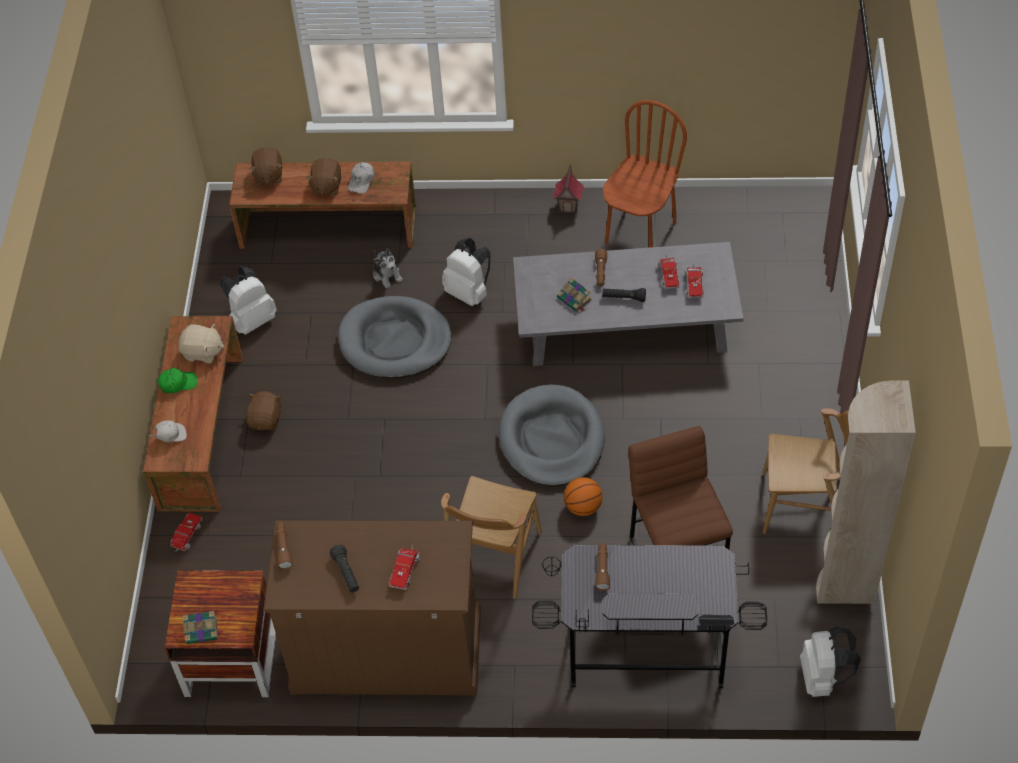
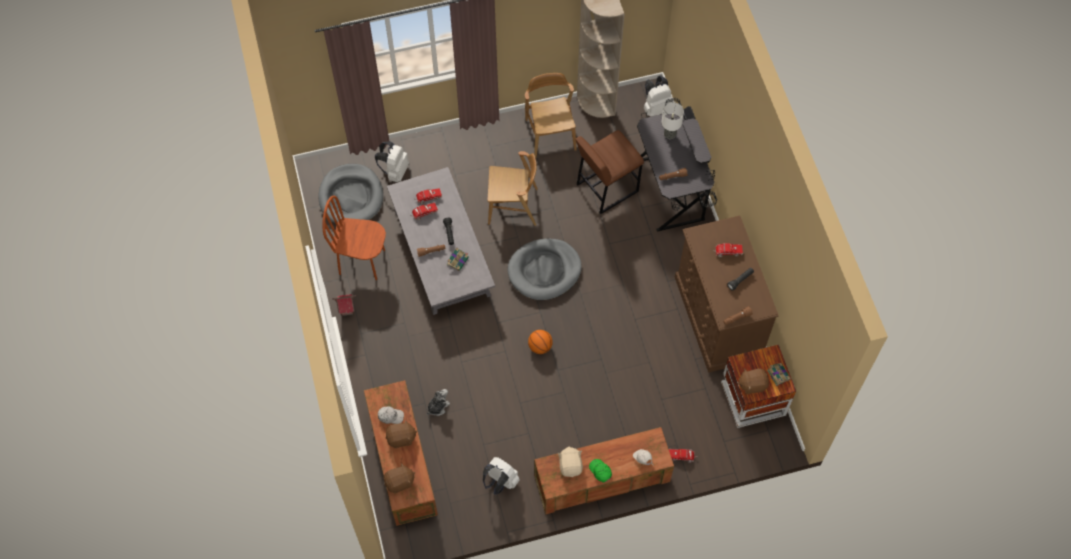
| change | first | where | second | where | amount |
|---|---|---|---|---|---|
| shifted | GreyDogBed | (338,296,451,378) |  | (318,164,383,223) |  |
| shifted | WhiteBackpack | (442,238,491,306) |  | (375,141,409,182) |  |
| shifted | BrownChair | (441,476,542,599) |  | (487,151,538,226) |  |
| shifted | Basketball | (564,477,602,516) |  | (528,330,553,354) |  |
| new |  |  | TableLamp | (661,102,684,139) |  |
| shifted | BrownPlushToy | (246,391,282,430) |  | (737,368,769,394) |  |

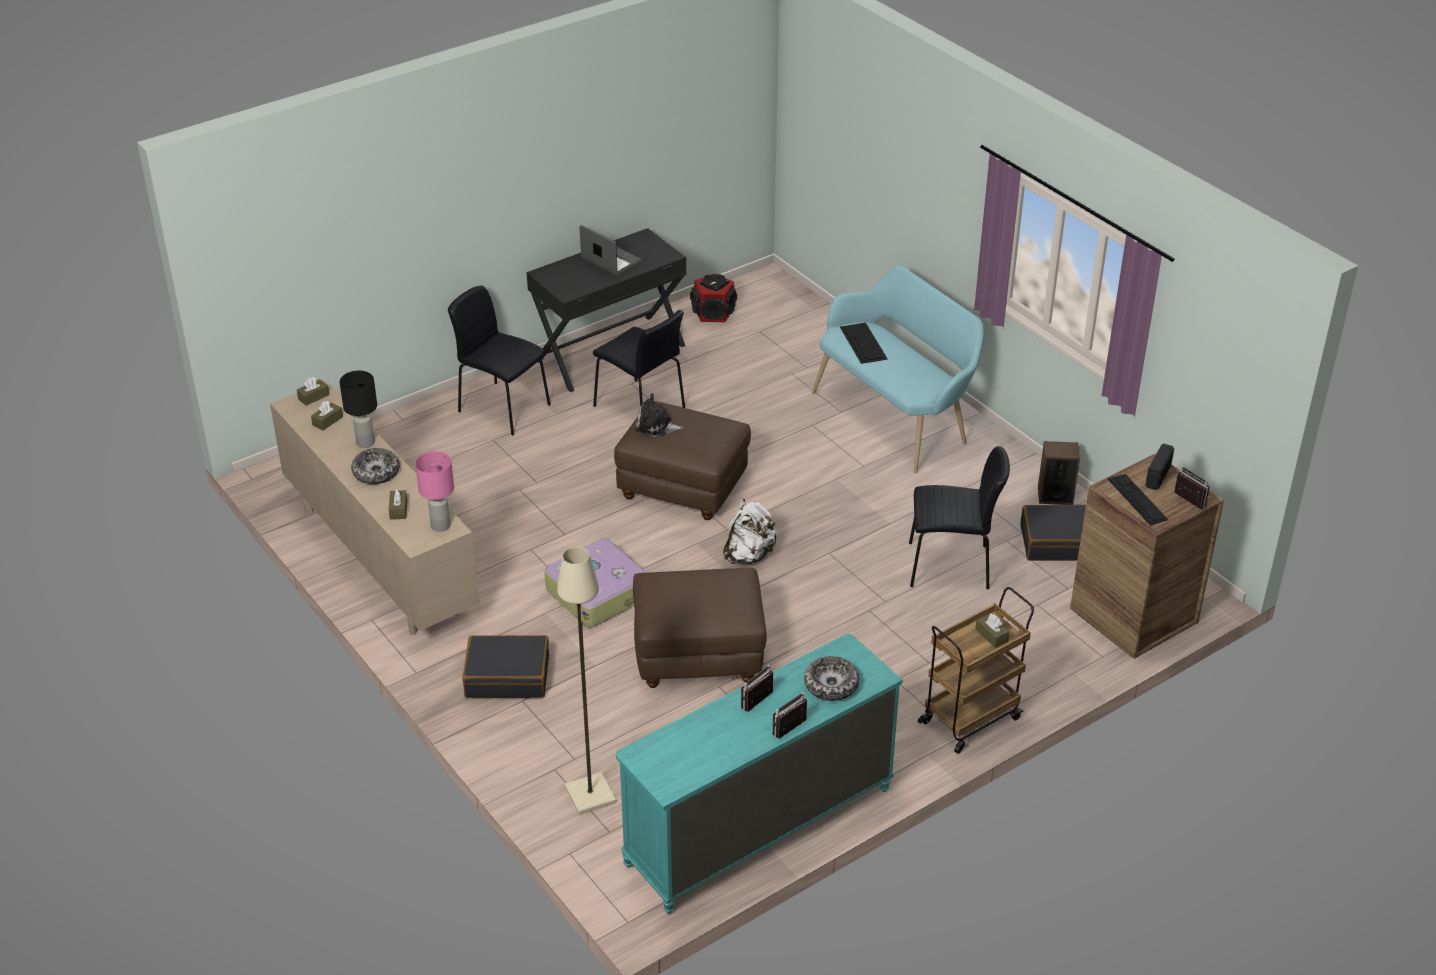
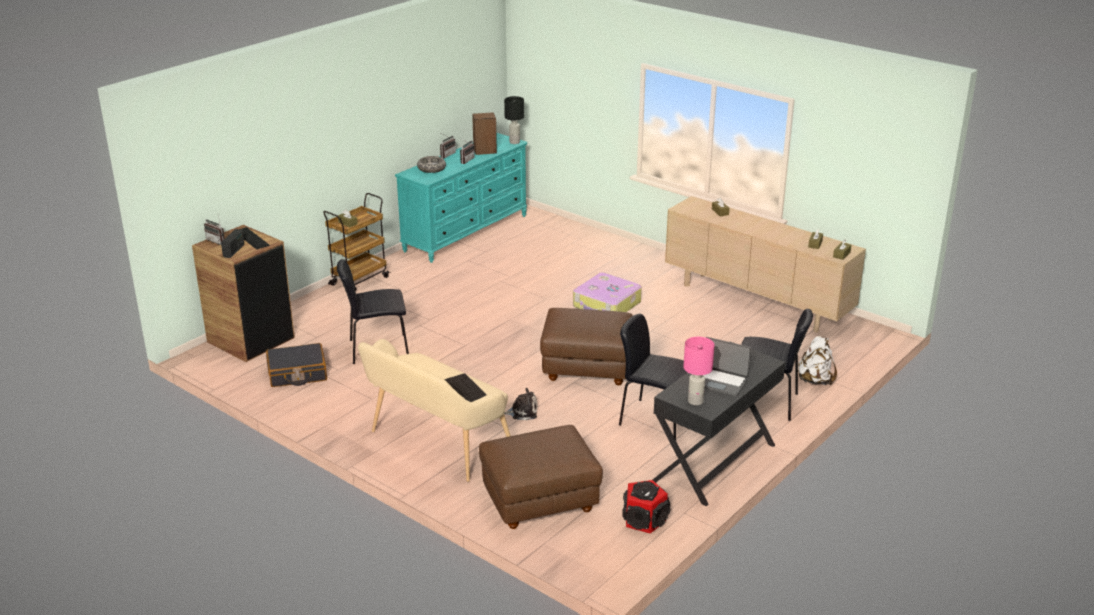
| change | first | where | second | where | amount |
|---|---|---|---|---|---|
| repainted | TurquoiseBench | (812,266,984,473) | BeigeBench | (358,339,511,482) |  |
| shifted | Speaker | (1038,441,1080,505) |  | (472,112,497,155) |  |
| shifted | BrownOttoman | (633,568,767,688) |  | (479,425,603,529) |  |
| shifted | BlackTableLamp | (340,371,377,448) |  | (504,96,524,144) |  |
| shifted | PlushToy | (635,393,684,437) |  | (504,388,538,420) |  |
| shifted | PinkTableLamp | (415,451,454,532) |  | (683,337,715,405) |  |
| shifted | WhiteBackpack | (723,498,777,564) |  | (798,336,837,385) |  |
| gone | Bowl | (351,448,400,484) |  |  |  |
| gone | BlackSuitcase | (462,635,549,698) |  |  |  |
| gone | BeigeFloorLamp | (557,547,616,815) |  |  |  |

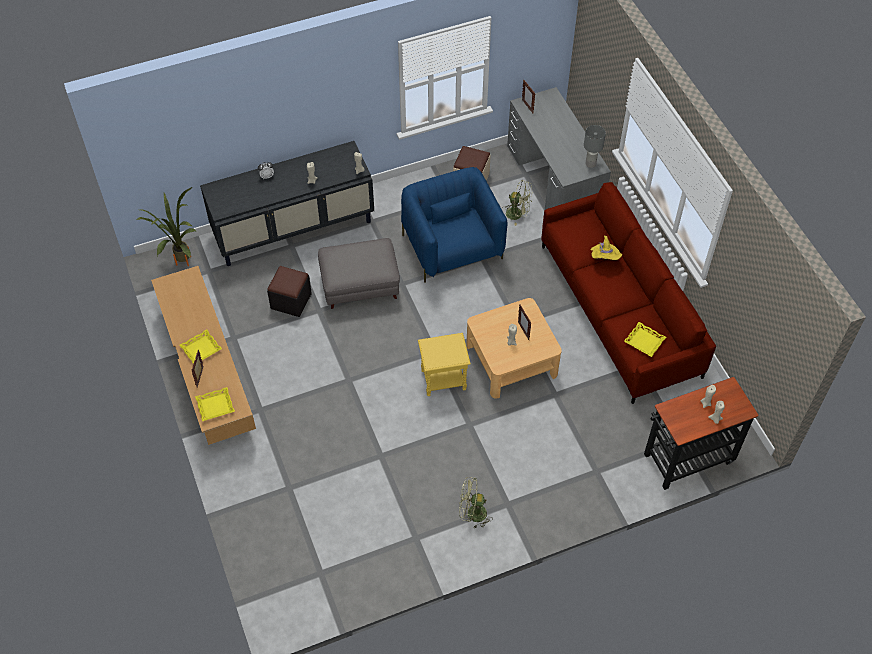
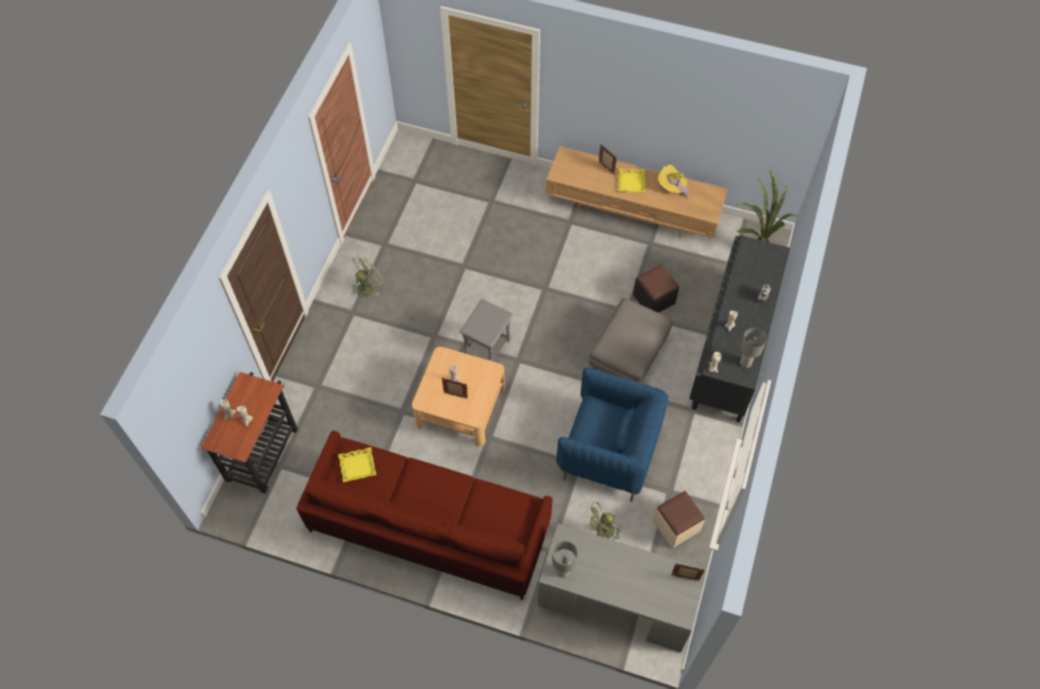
| change | first | where | second | where | amount |
|---|---|---|---|---|---|
| repainted | YellowSideTable | (418,333,471,396) | GreySideTable | (459,299,514,361) |  |
| shifted | YellowHat | (590,235,622,260) |  | (658,165,691,196) |  |
| new |  |  | GreyTableLamp | (740,328,767,368) |  |
| gone | YellowTray | (195,387,235,421) |  |  |  |

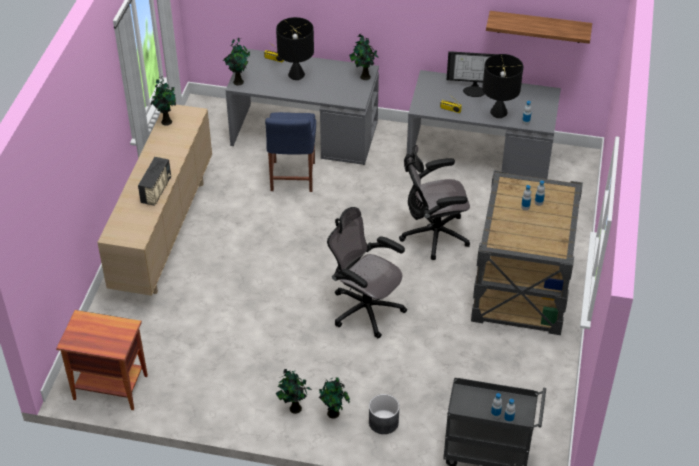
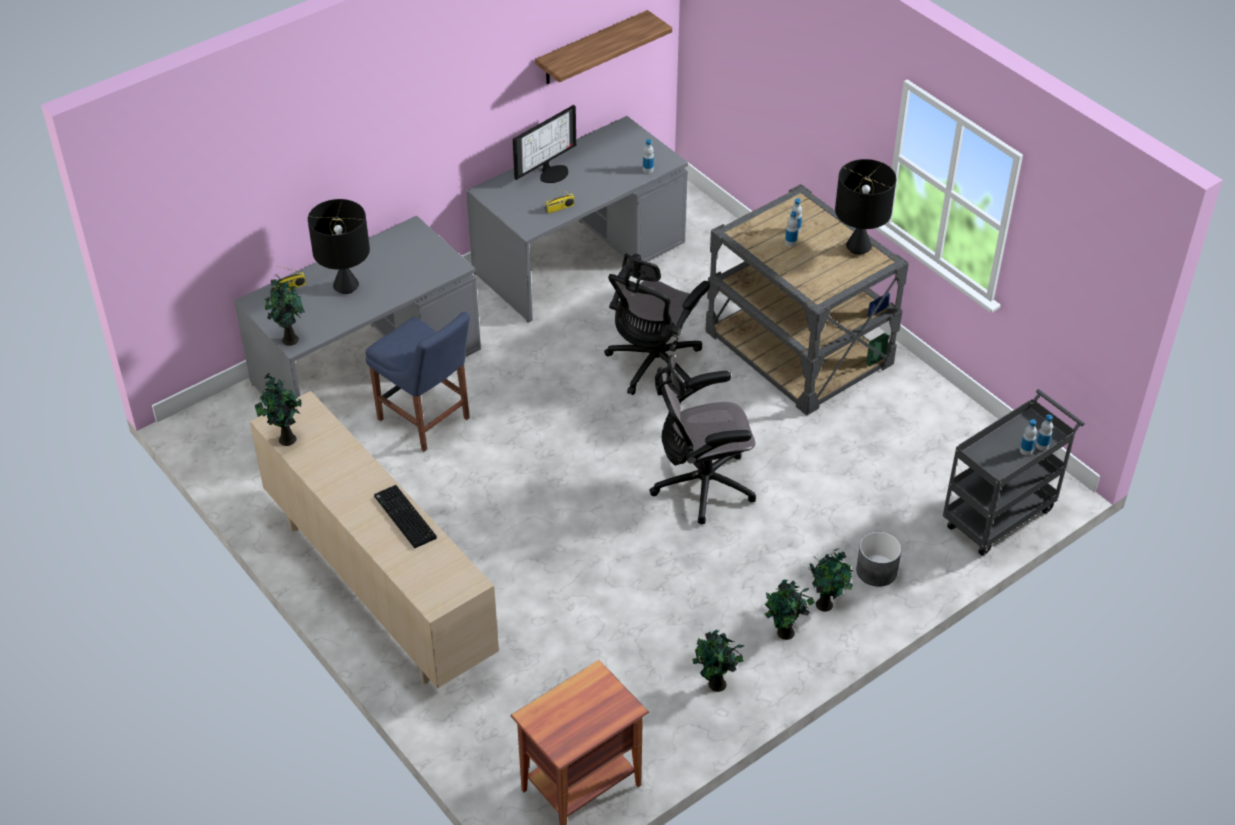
| change | first | where | second | where | amount |
|---|---|---|---|---|---|
| swapped | Radio | (138,157,171,206) | Keyboard | (374,485,437,548) |  |
| shifted | PottedPlant | (349,34,379,80) |  | (692,630,744,692) |  |
| shifted | BlackTableLamp | (482,54,523,118) |  | (835,159,896,255) |  |

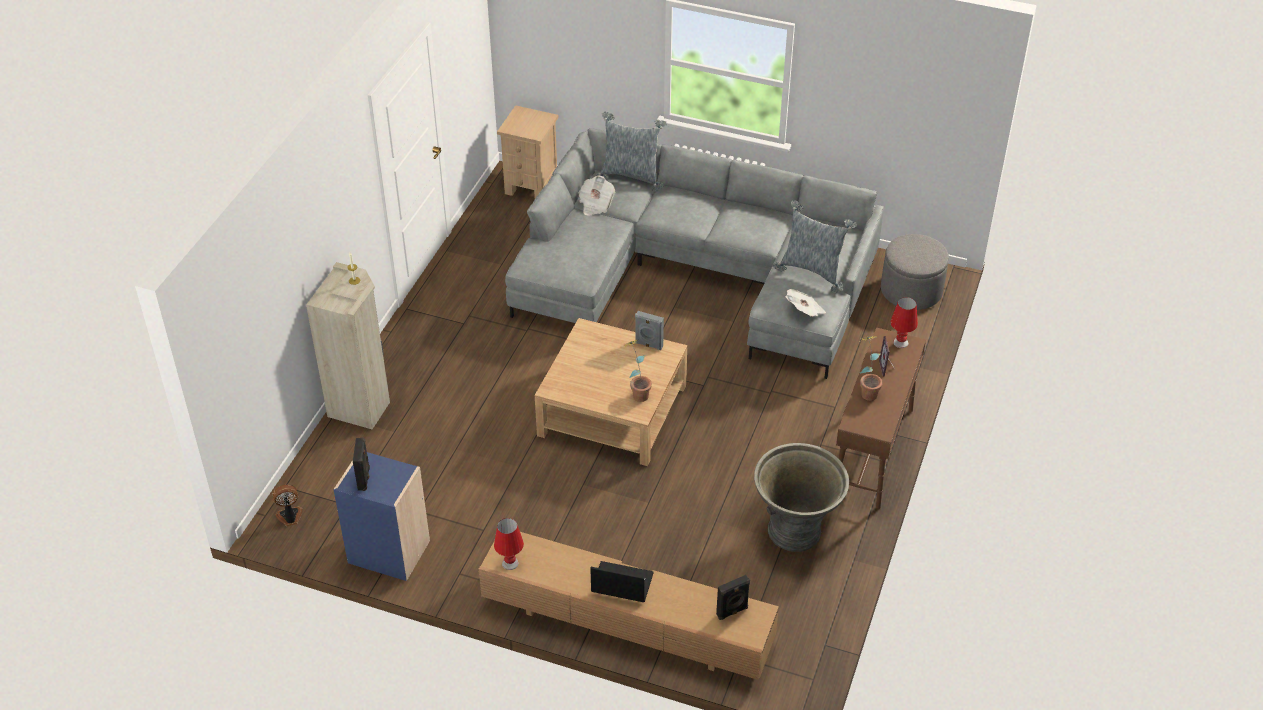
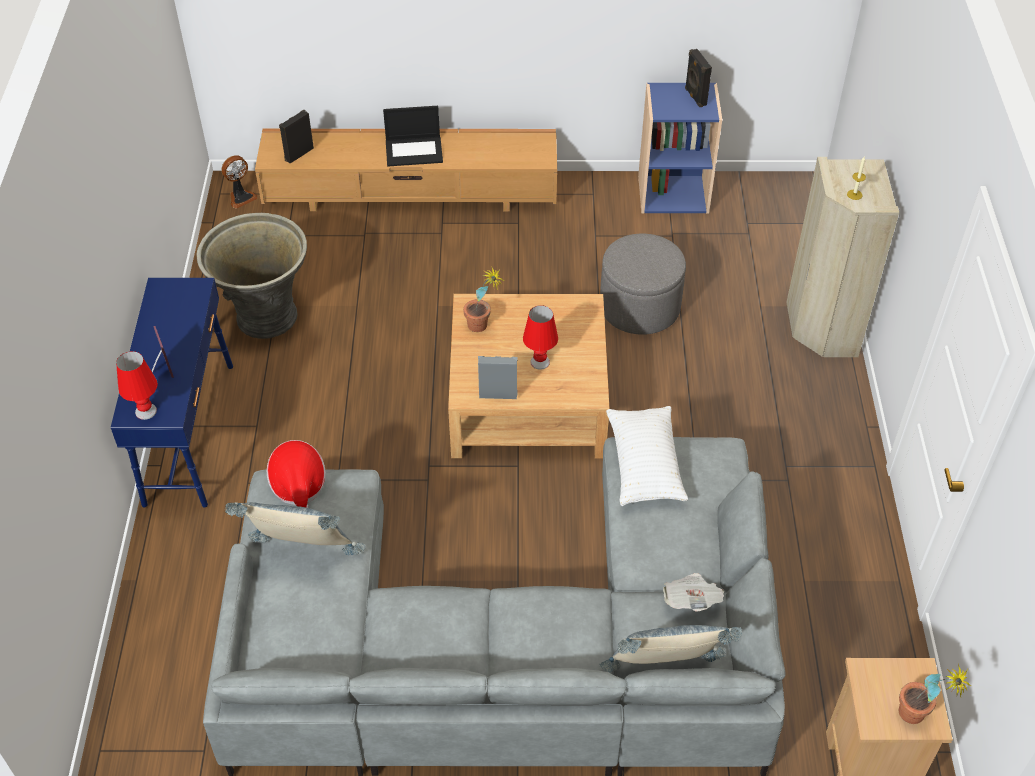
| change | first | where | second | where | amount |
|---|---|---|---|---|---|
| repainted | BrownConsoleTable | (836,328,926,509) | BlueConsoleTable | (111,278,233,508) |  |
| shifted | Fan | (272,485,303,526) |  | (221,155,258,209) |  |
| swapped | Newspaper | (785,289,826,317) | Hat | (267,440,326,508) |  |
| shifted | RedTableLamp | (494,518,524,570) |  | (523,305,558,370) |  |
| shifted | GreyOttoman | (881,234,949,310) |  | (600,234,686,335) |  |
| new |  |  | WhitePillow | (606,406,688,506) |  |
| shifted | PottedPlant | (859,336,883,401) |  | (899,664,971,724) |  |

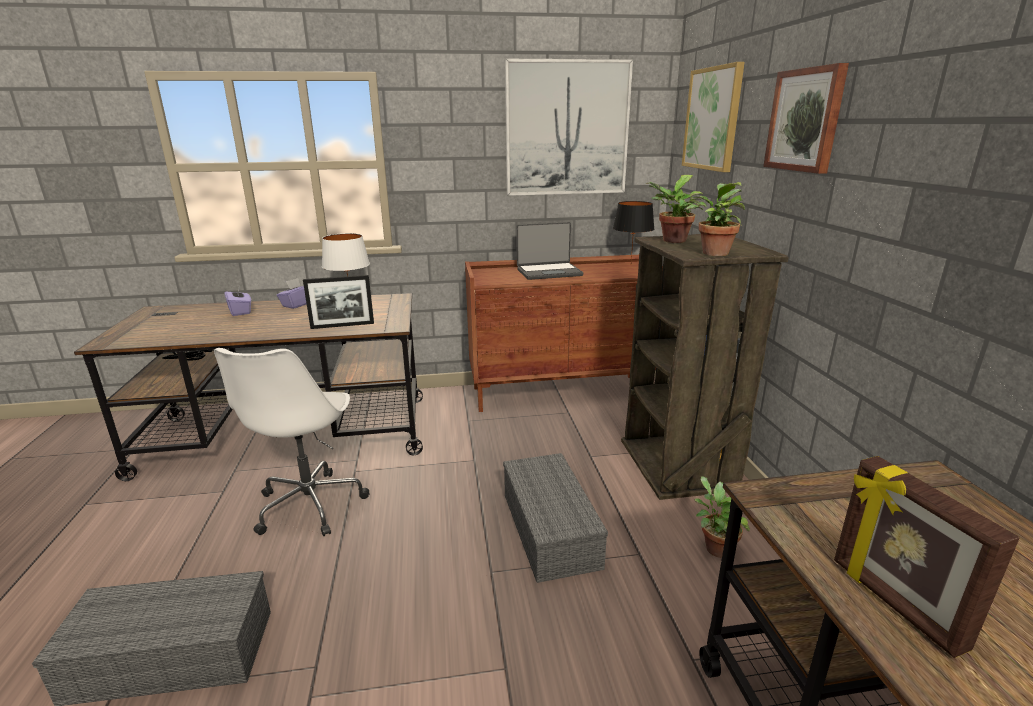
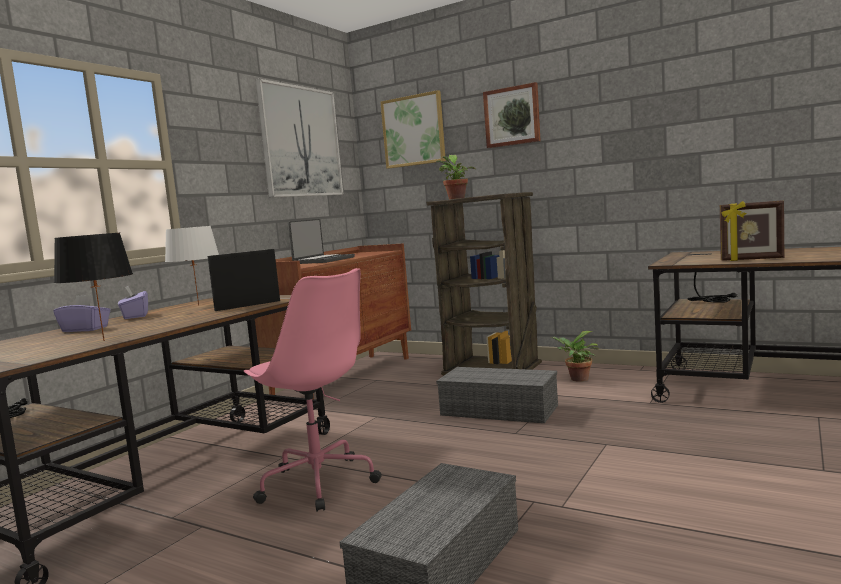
| change | first | where | second | where | amount |
|---|---|---|---|---|---|
| shifted | BlackTableLamp | (613,201,654,262) |  | (54,233,133,341) |  |
| rotated | PictureFrame | (303,275,374,329) |  | (208,249,280,311) | 150 degrees counterclockwise |
| repainted | WhiteOfficeChair | (214,348,369,536) | PinkOfficeChair | (244,268,382,512) |  |
| gone | PottedPlant | (686,182,745,256) |  |  |  |

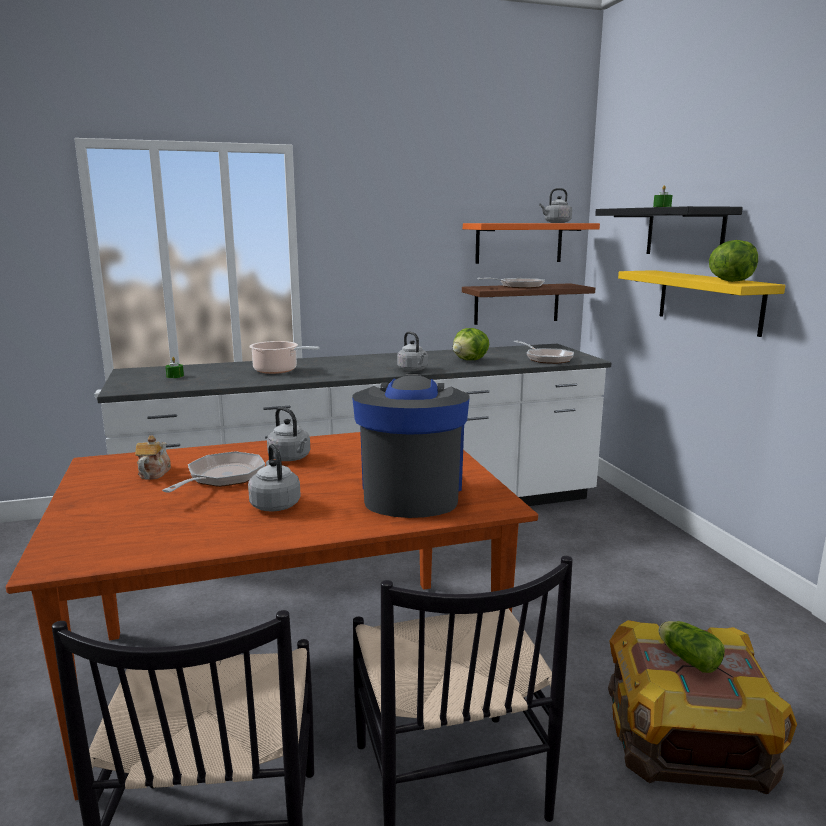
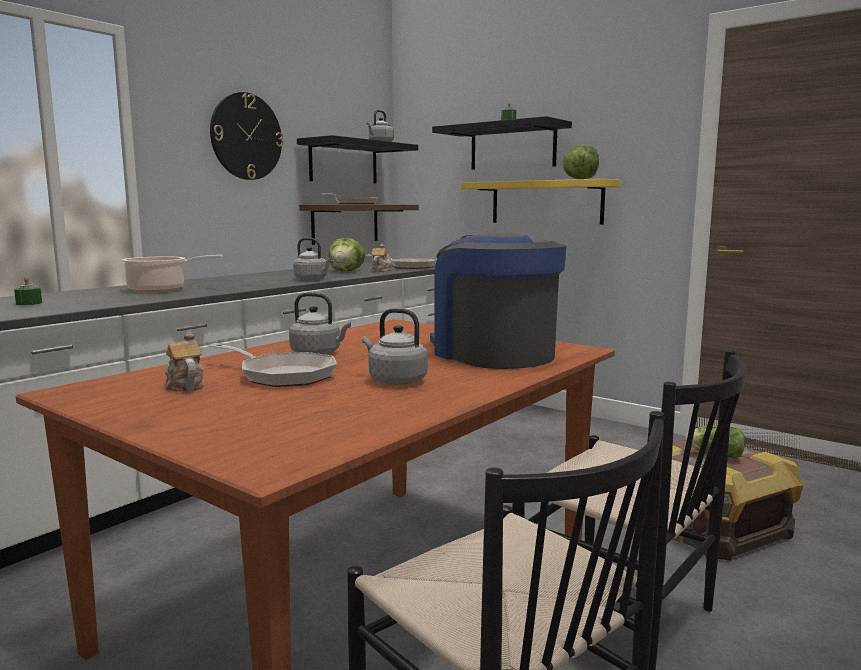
| change | first | where | second | where | amount |
|---|---|---|---|---|---|
| rotated | FryingPan | (162,451,265,493) |  | (208,343,337,387) | 135 degrees clockwise |
| new |  |  | WallClock | (210,92,283,180) |  |
| repainted | OrangeShelf | (463,223,600,264) | BlackShelf | (297,135,418,184) |  |
| new |  |  | Teapot | (371,244,392,272) |  |

